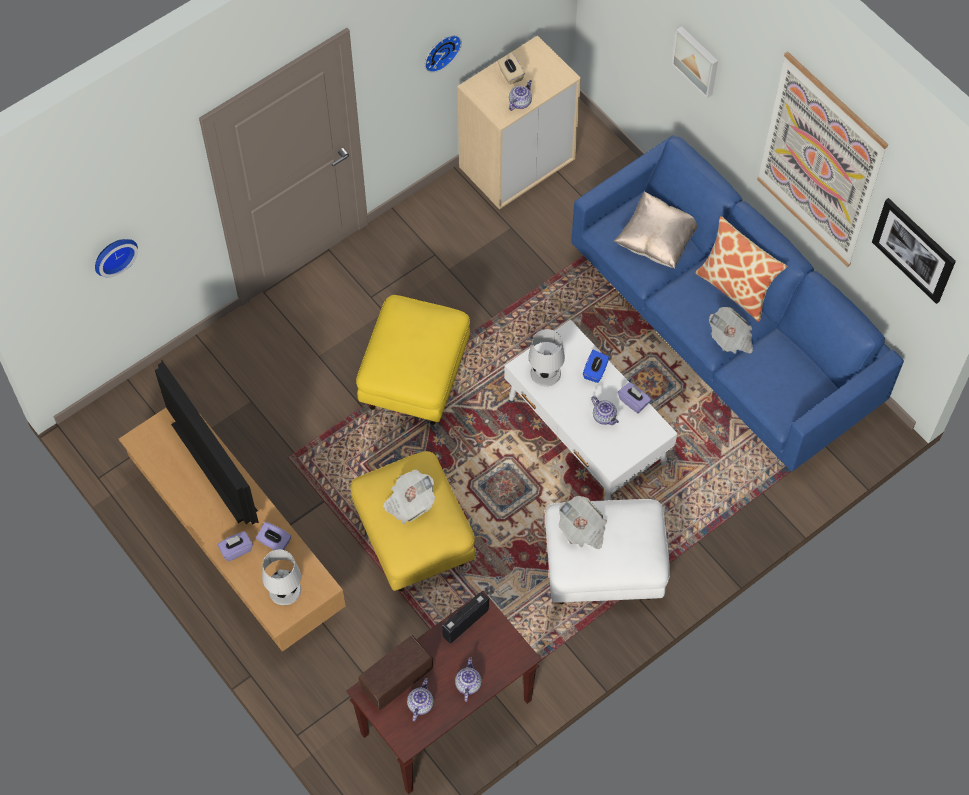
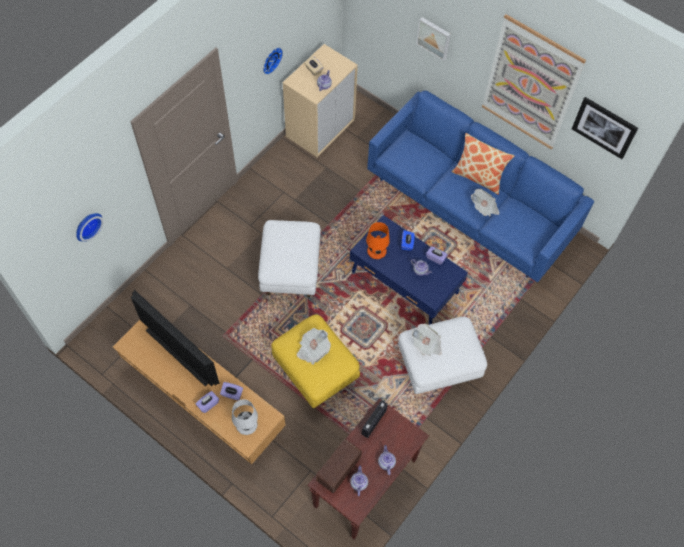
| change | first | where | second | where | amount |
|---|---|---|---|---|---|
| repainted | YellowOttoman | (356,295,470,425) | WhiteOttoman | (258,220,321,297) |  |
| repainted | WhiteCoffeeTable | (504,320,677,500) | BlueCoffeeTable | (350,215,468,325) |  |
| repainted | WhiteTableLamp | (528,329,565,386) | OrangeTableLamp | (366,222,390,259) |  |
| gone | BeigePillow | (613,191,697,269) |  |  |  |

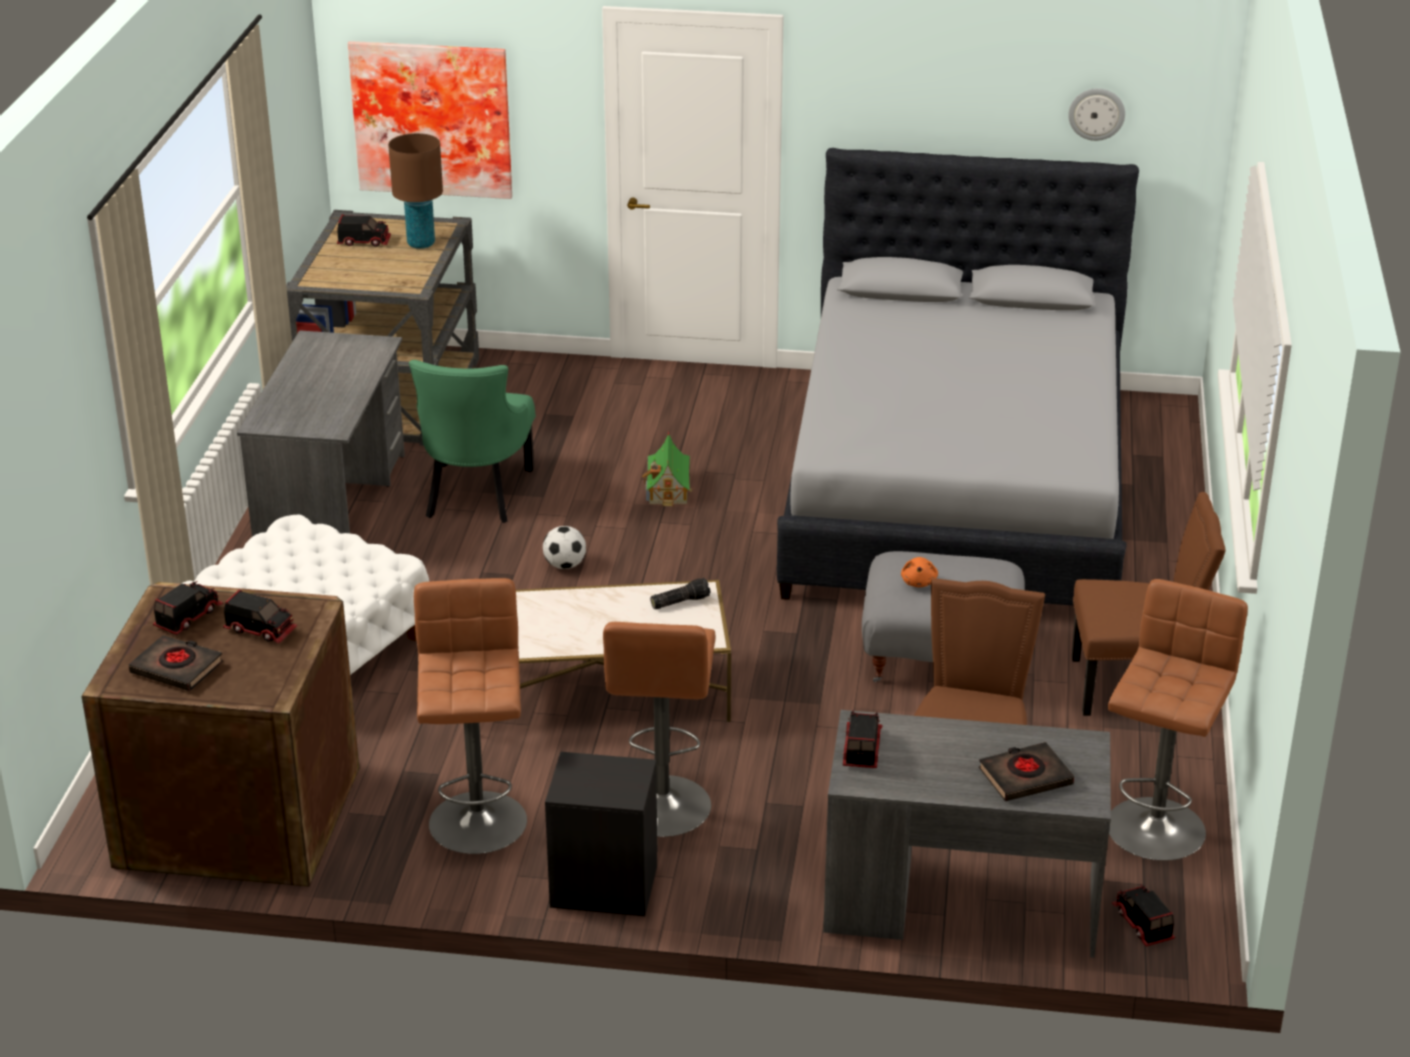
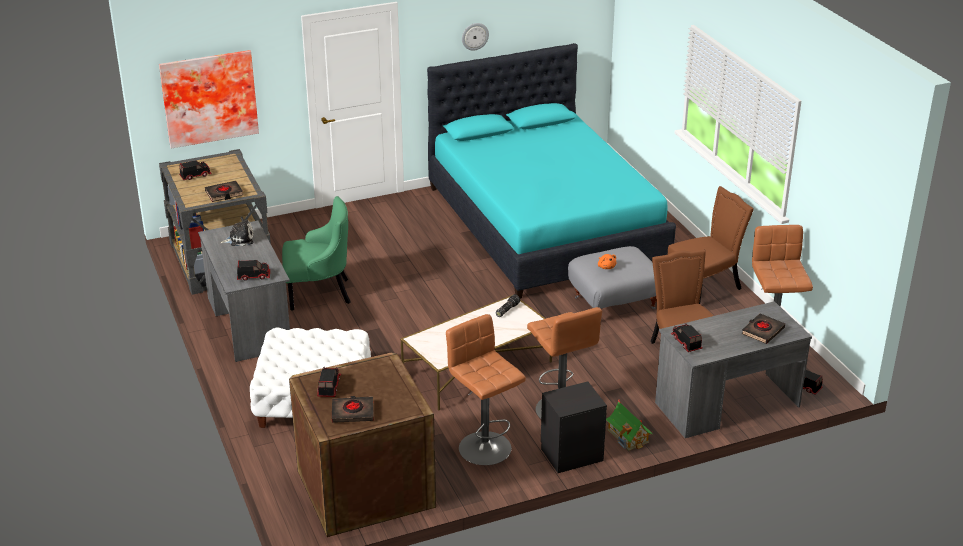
| change | first | where | second | where | amount |
|---|---|---|---|---|---|
| new |  |  | BlackBook | (205,181,243,202) |  |
| new |  |  | PlushToy | (220,216,254,246) |  |
| shifted | ToyTruck | (223,590,298,643) |  | (237,260,270,281) |  |
| rotated | GreenChair | (409,360,536,523) |  | (282,196,351,310) | 75 degrees counterclockwise |
| repainted | GreyBed | (777,148,1139,605) | TurquoiseBed | (427,43,676,299) |  |
| shifted | WallClock | (1068,88,1125,141) |  | (462,23,489,51) |  |
| shifted | ToyHouse | (642,430,694,506) |  | (606,400,653,450) |  |
| gone | BrownTableLamp | (388,133,443,249) |  |  |  |
| gone | Football | (543,526,586,569) |  |  |  |

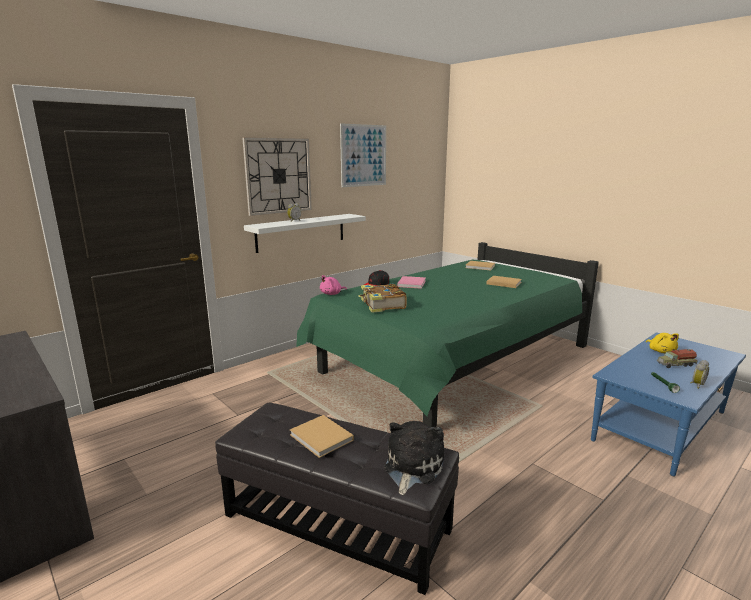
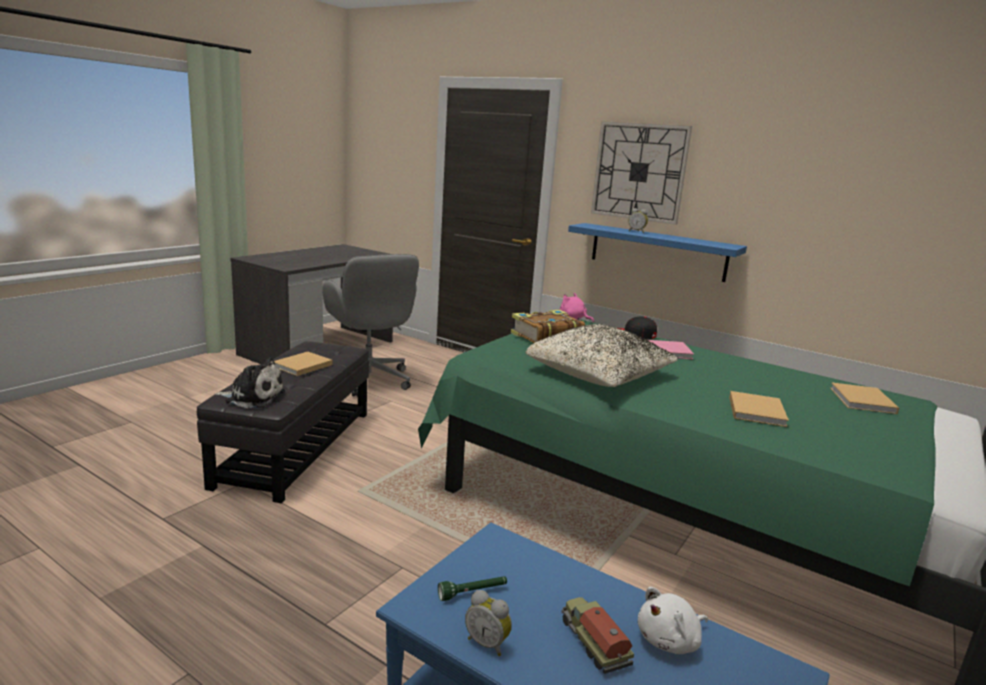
| change | first | where | second | where | amount |
|---|---|---|---|---|---|
| new |  |  | GreyOfficeChair | (322,254,419,397) |  |
| new |  |  | BeigePillow | (526,324,678,387) |  |
| repainted | WhiteShelf | (244,214,366,253) | BlueShelf | (568,223,747,282) |  |
| repainted | YellowPlushToy | (646,333,679,353) | WhitePlushToy | (638,587,708,654) |  |
| gone | Picture | (340,123,386,187) |  |  |  |

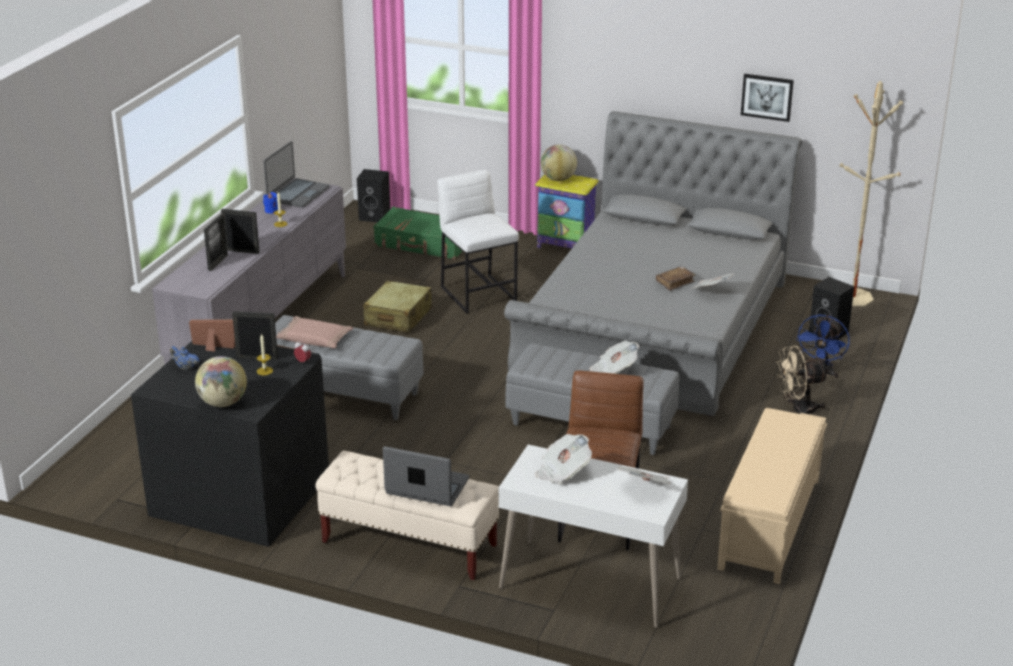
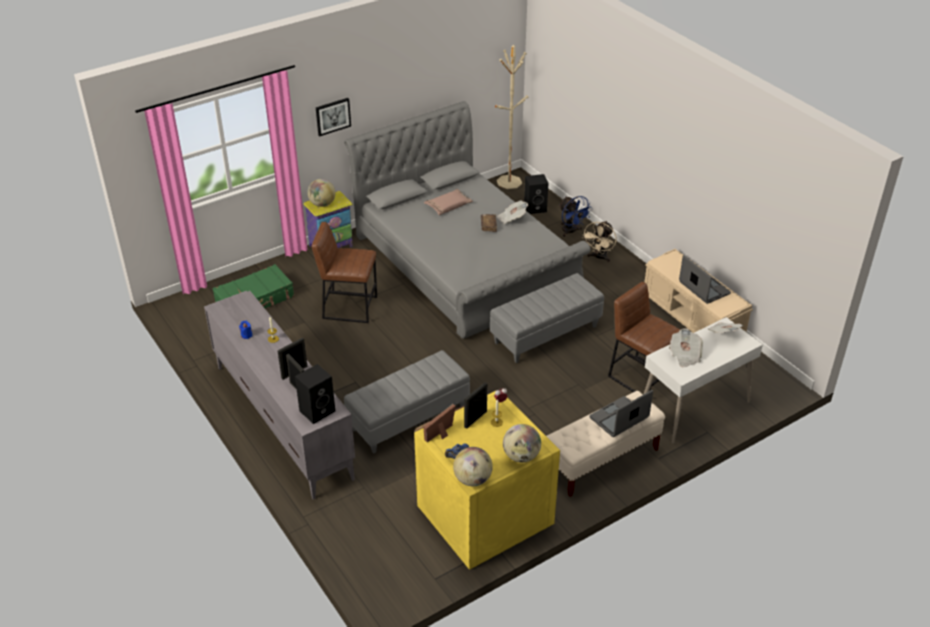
| change | first | where | second | where | amount |
|---|---|---|---|---|---|
| shifted | BlackSpeaker | (357,169,390,222) |  | (295,364,335,424) |  |
| repainted | WhiteChair | (438,170,519,313) | BrownChair | (311,222,377,323) |  |
| shifted | Picture | (741,74,794,122) |  | (316,98,351,136) |  |
| repainted | BlackDresser | (131,341,329,547) | YellowDresser | (414,391,560,570) |  |
| shifted | BeigePillow | (276,316,353,349) |  | (424,189,473,215) |  |
| new |  |  | Globe | (453,447,493,486) |  |
| shifted | Laptop | (264,141,329,208) |  | (679,255,731,304) |  |
| gone | BeigeSuitcase | (363,281,432,333) |  |  |  |
| gone | Newspaper | (589,341,640,374) |  |  |  |

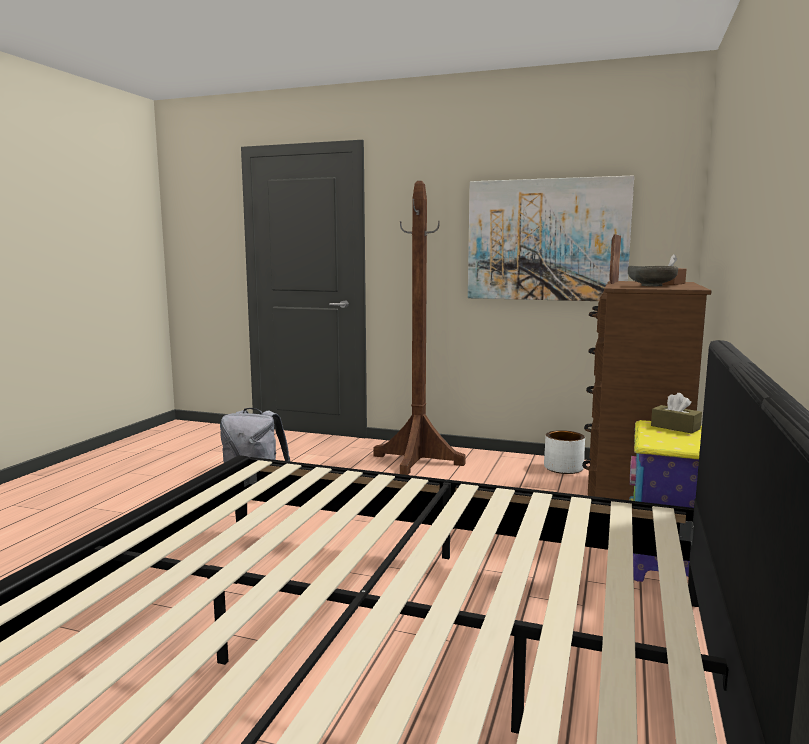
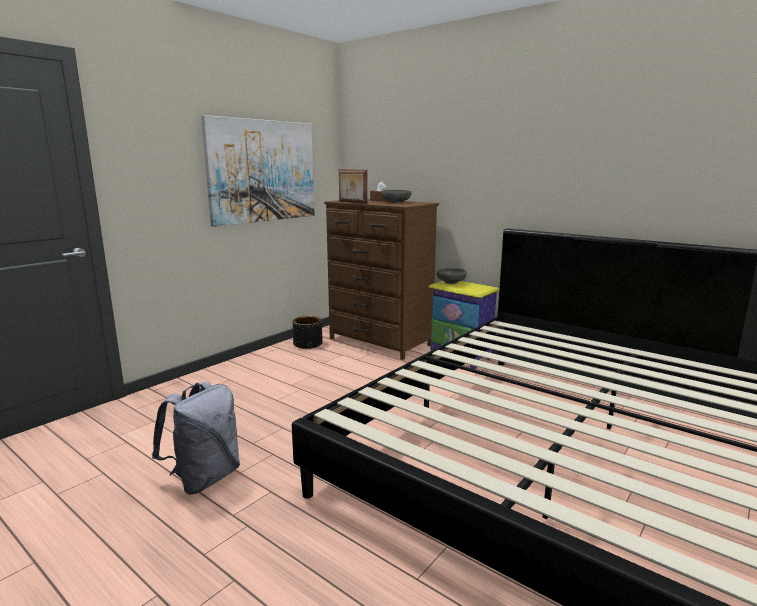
| change | first | where | second | where | amount |
|---|---|---|---|---|---|
| repainted | WhitePlanter | (544,430,585,474) | BlackPlanter | (293,316,323,349) |  |
| swapped | BrownTissueBox | (651,393,702,434) | GreyBowl | (436,268,467,284) |  |
| gone | BrownClothesRack | (373,181,466,475) |  |  |  |

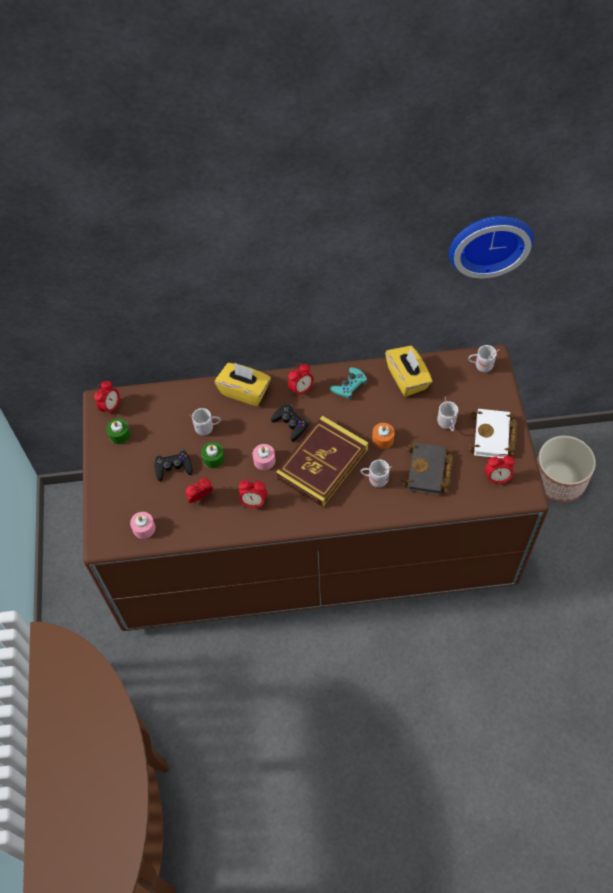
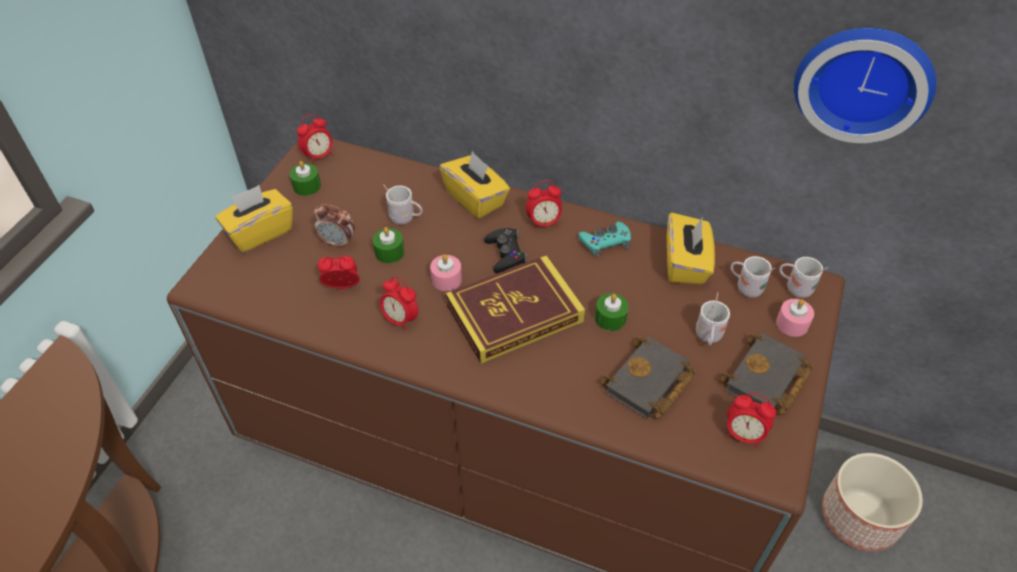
| change | first | where | second | where | amount |
|---|---|---|---|---|---|
| new |  |  | YellowTissueBox | (215,185,293,252) |  |
| swapped | BlackGameController | (154,450,193,481) | AlarmClock | (314,204,355,248) |  |
| repainted | OrangeCandle | (372,423,395,449) | GreenCandle | (595,293,629,331) |  |
| repainted | WhiteBook | (468,409,517,458) | BlackBook | (720,333,813,415) |  |
| shifted | WhiteMug | (361,459,392,487) |  | (731,256,775,297) |  |
| shifted | PinkCandle | (130,512,155,539) |  | (776,299,814,337) |  |

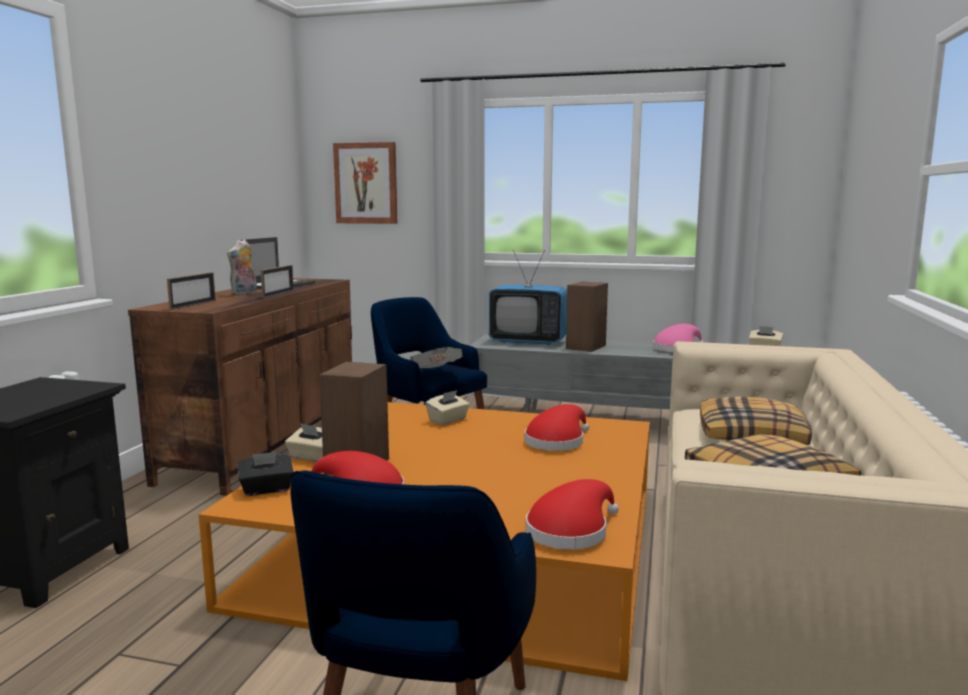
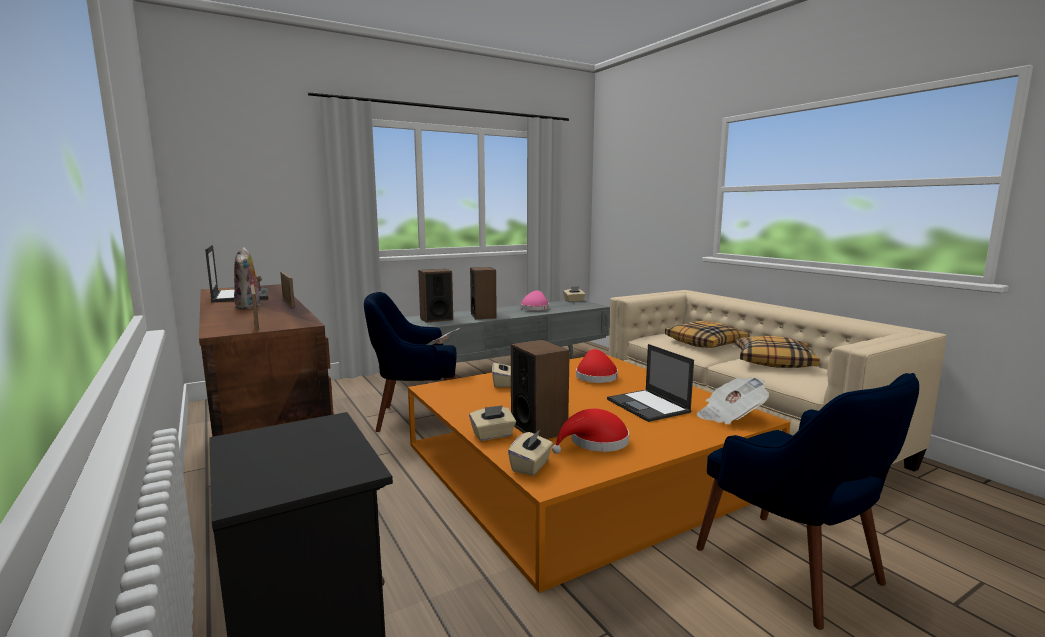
| change | first | where | second | where | amount |
|---|---|---|---|---|---|
| swapped | Television | (489,250,567,345) | Speaker | (418,269,453,323) |  |
| repainted | BlackTissueBox | (237,452,293,496) | BeigeTissueBox | (508,429,553,476) |  |
| new |  |  | Laptop | (607,344,694,422) |  |
| swapped | RedHat | (526,479,619,550) | Newspaper | (697,377,769,424) |  |
| gone | Picture | (333,142,398,224) |  |  |  |

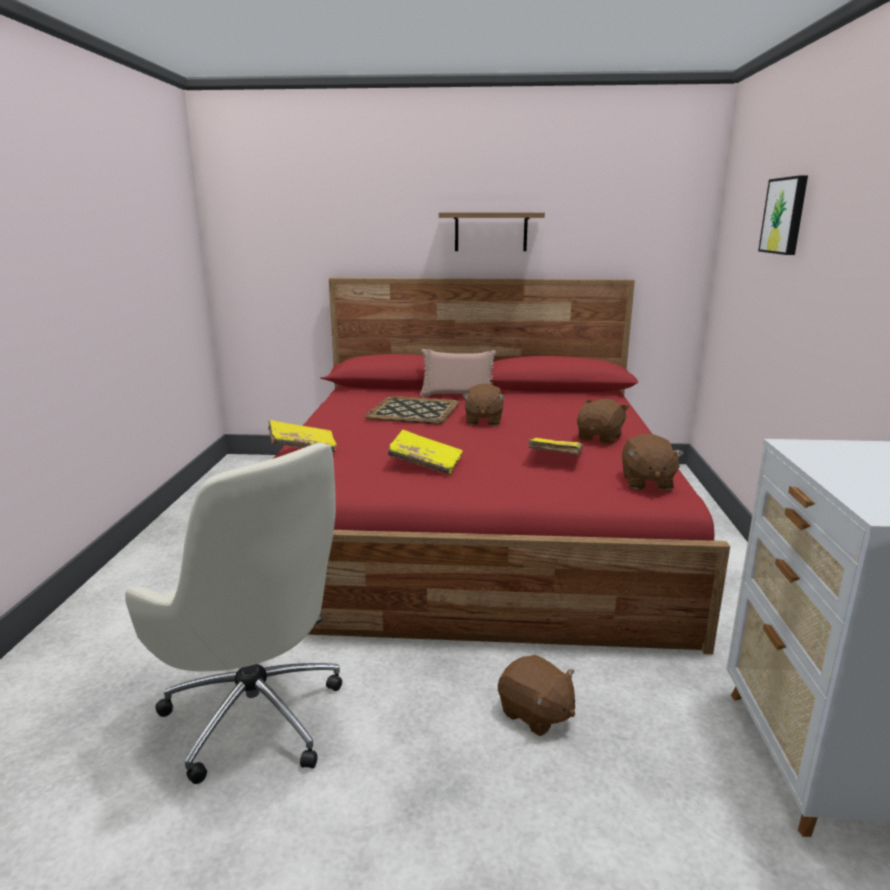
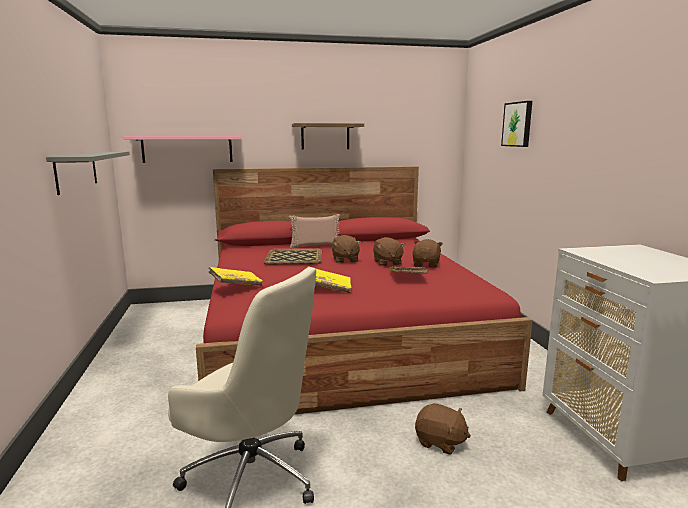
| change | first | where | second | where | amount |
|---|---|---|---|---|---|
| new |  |  | GreyShelf | (46,151,130,195) |  |
| new |  |  | PinkShelf | (123,136,241,163) |  |
| shifted | BrownPlushToy | (622,433,684,490) |  | (373,237,405,266) |  |

